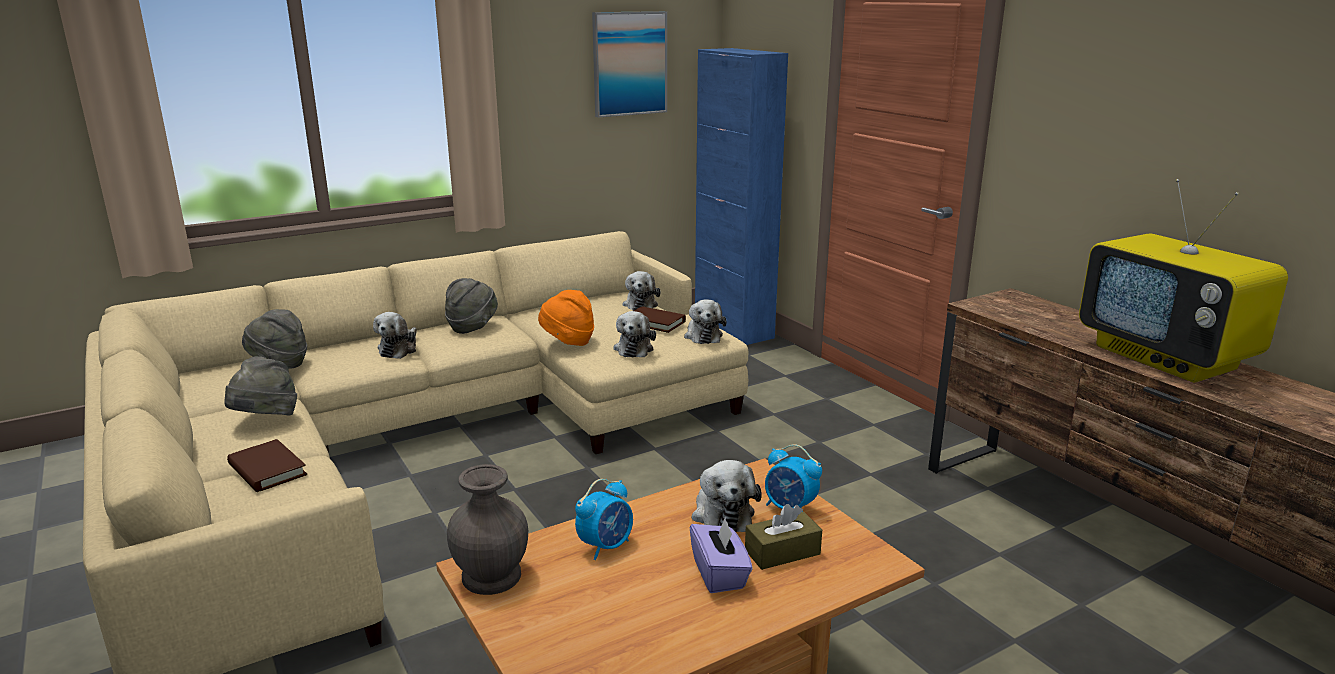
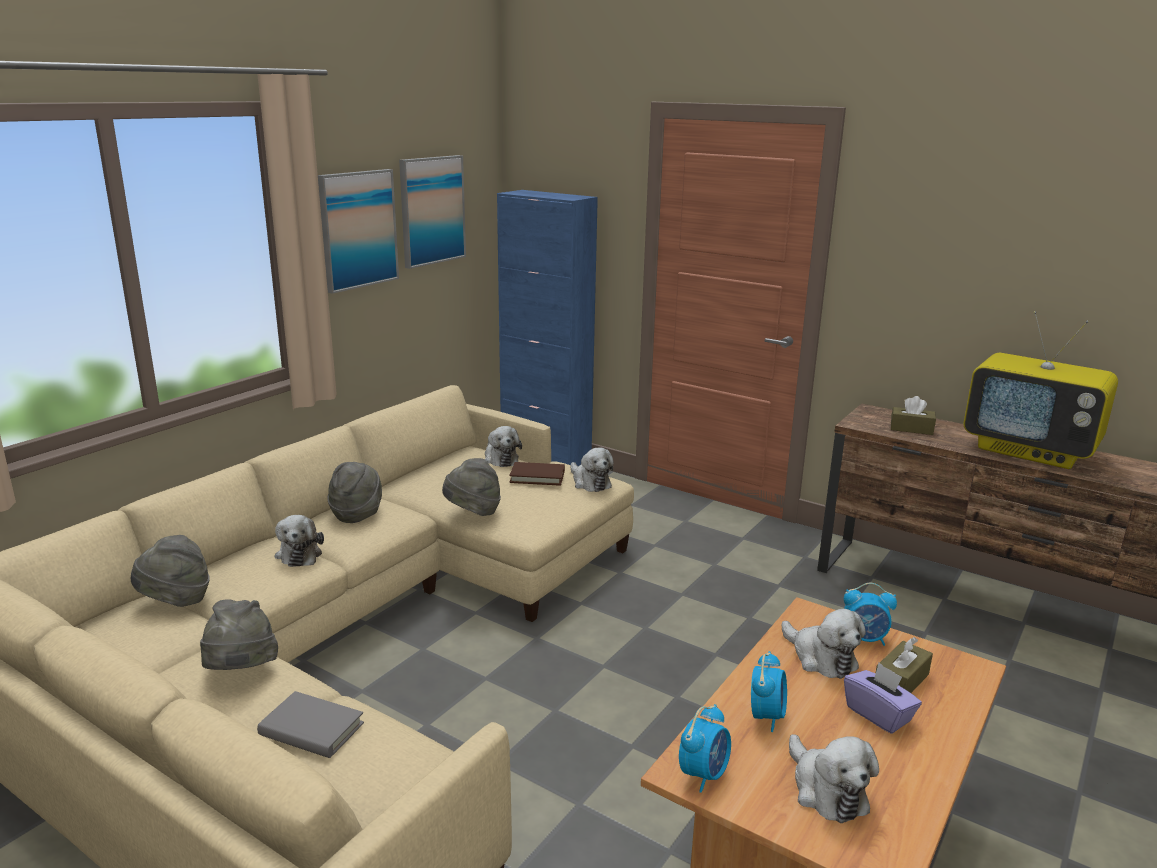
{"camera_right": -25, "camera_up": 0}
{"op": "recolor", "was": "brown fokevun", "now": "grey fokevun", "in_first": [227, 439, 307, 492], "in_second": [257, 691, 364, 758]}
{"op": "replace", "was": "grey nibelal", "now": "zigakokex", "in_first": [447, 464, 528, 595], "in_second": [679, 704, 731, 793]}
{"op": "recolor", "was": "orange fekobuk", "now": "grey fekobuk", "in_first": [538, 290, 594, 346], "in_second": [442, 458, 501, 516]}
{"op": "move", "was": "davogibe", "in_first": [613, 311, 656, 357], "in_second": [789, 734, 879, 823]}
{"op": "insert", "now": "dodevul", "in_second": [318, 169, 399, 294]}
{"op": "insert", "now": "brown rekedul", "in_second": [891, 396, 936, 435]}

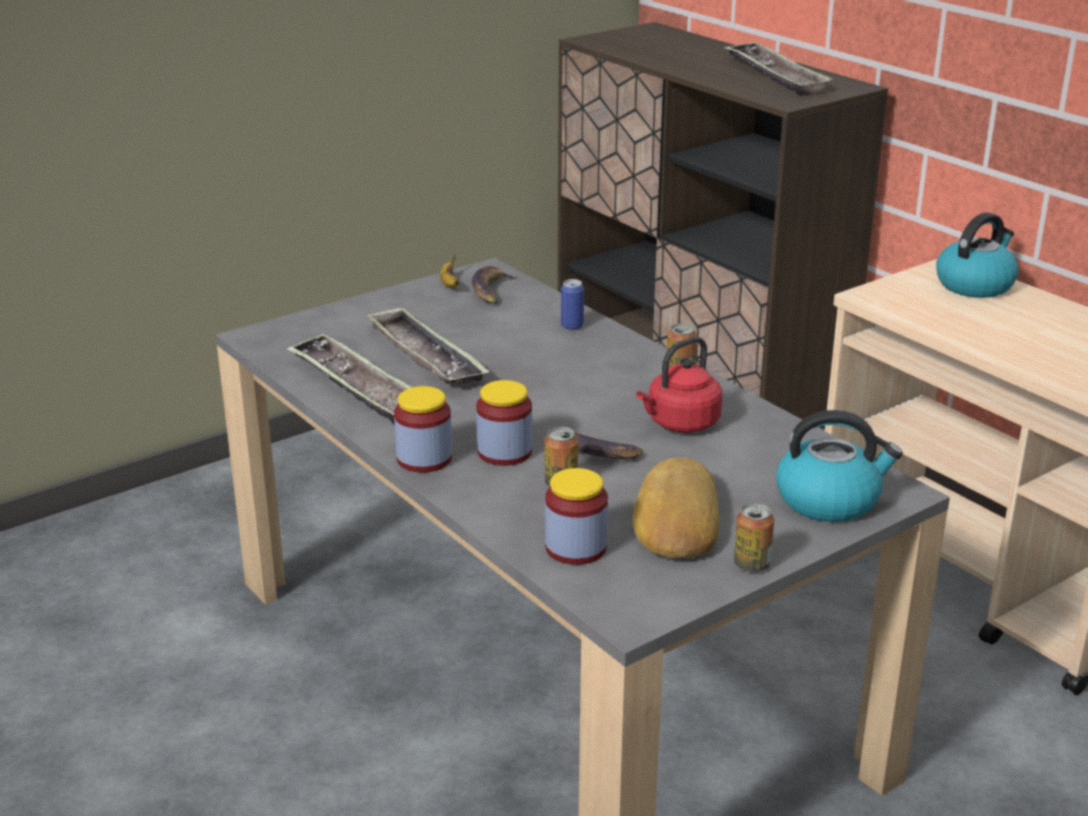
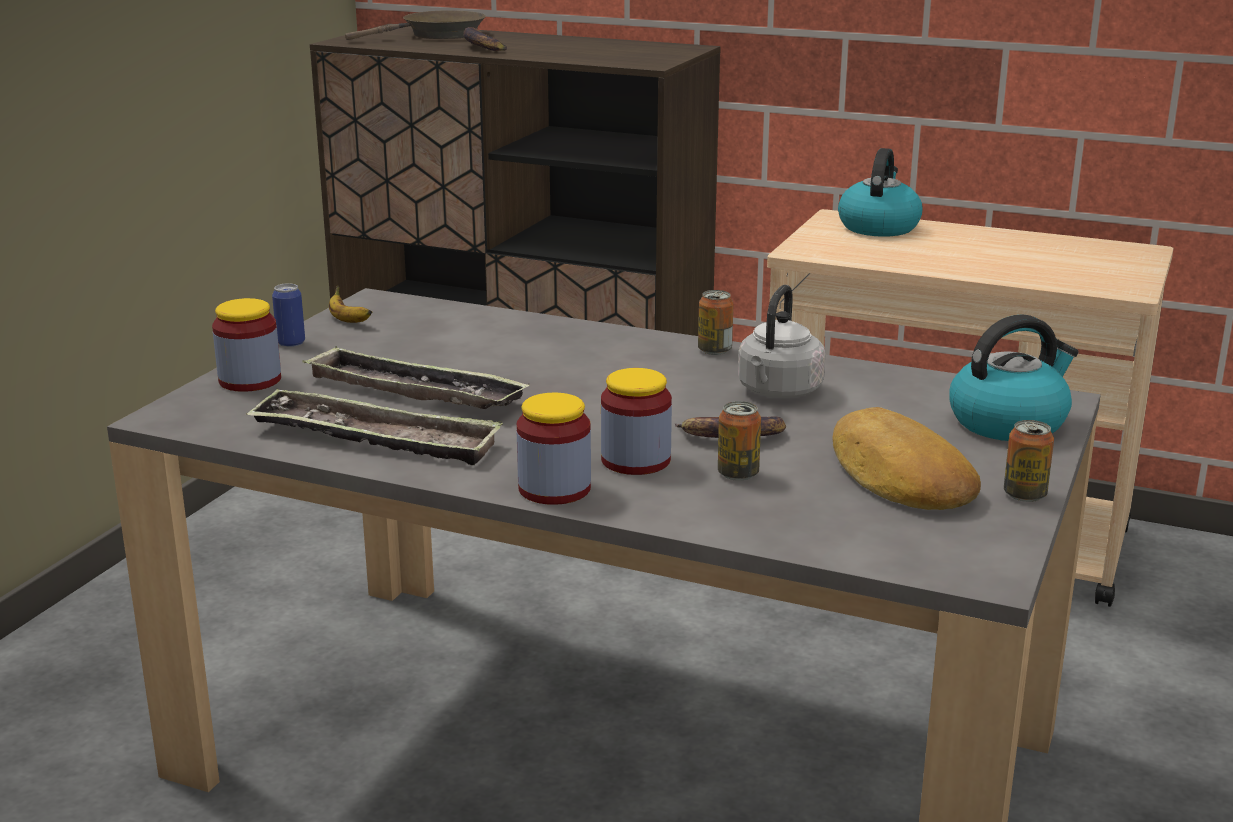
{"camera_right": -30, "camera_up": -5}
{"op": "move", "was": "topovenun", "in_first": [472, 266, 518, 304], "in_second": [463, 27, 507, 51]}
{"op": "move", "was": "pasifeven", "in_first": [545, 468, 608, 565], "in_second": [212, 298, 281, 392]}
{"op": "move", "was": "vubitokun", "in_first": [561, 279, 584, 330], "in_second": [272, 283, 305, 347]}
{"op": "recolor", "was": "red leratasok", "now": "grey leratasok", "in_first": [636, 337, 722, 433], "in_second": [738, 285, 826, 399]}
{"op": "delete", "was": "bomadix", "in_first": [724, 42, 833, 96]}
{"op": "insert", "now": "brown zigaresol", "in_second": [345, 10, 486, 40]}

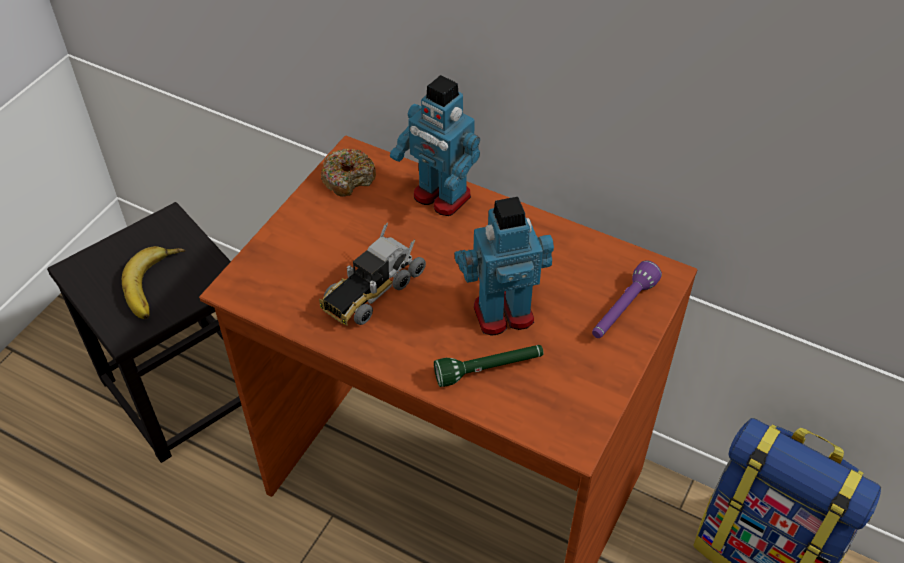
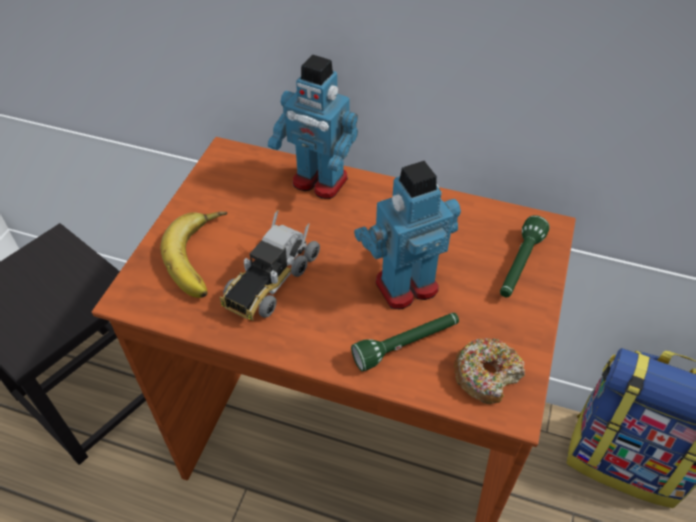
{"camera_right": -10, "camera_up": 0}
{"op": "move", "was": "topovenun", "in_first": [122, 246, 185, 319], "in_second": [160, 211, 227, 298]}
{"op": "move", "was": "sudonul", "in_first": [321, 148, 376, 197], "in_second": [454, 338, 525, 404]}
{"op": "recolor", "was": "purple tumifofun", "now": "green tumifofun", "in_first": [592, 260, 662, 338], "in_second": [500, 215, 550, 298]}

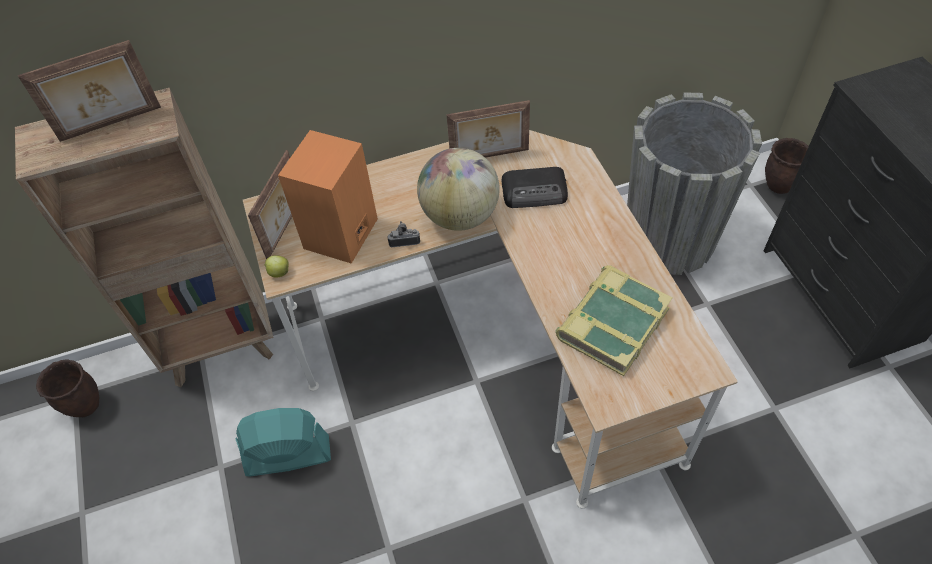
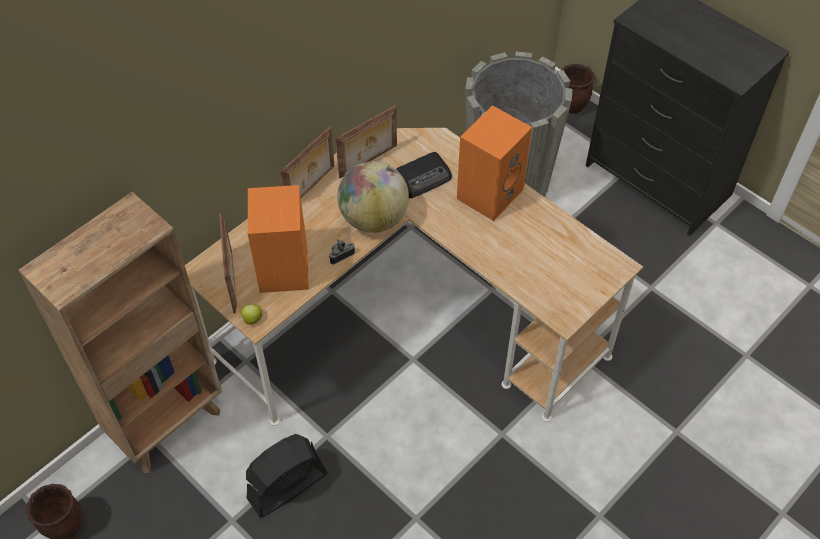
{"camera_right": -30, "camera_up": 0}
{"op": "move", "was": "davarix", "in_first": [18, 40, 161, 142], "in_second": [280, 126, 334, 198]}
{"op": "recolor", "was": "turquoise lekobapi", "now": "black lekobapi", "in_first": [235, 408, 331, 476], "in_second": [246, 434, 328, 518]}
{"op": "delete", "was": "fokevun", "in_first": [556, 265, 672, 377]}
{"op": "insert", "now": "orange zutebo", "in_second": [457, 105, 532, 221]}

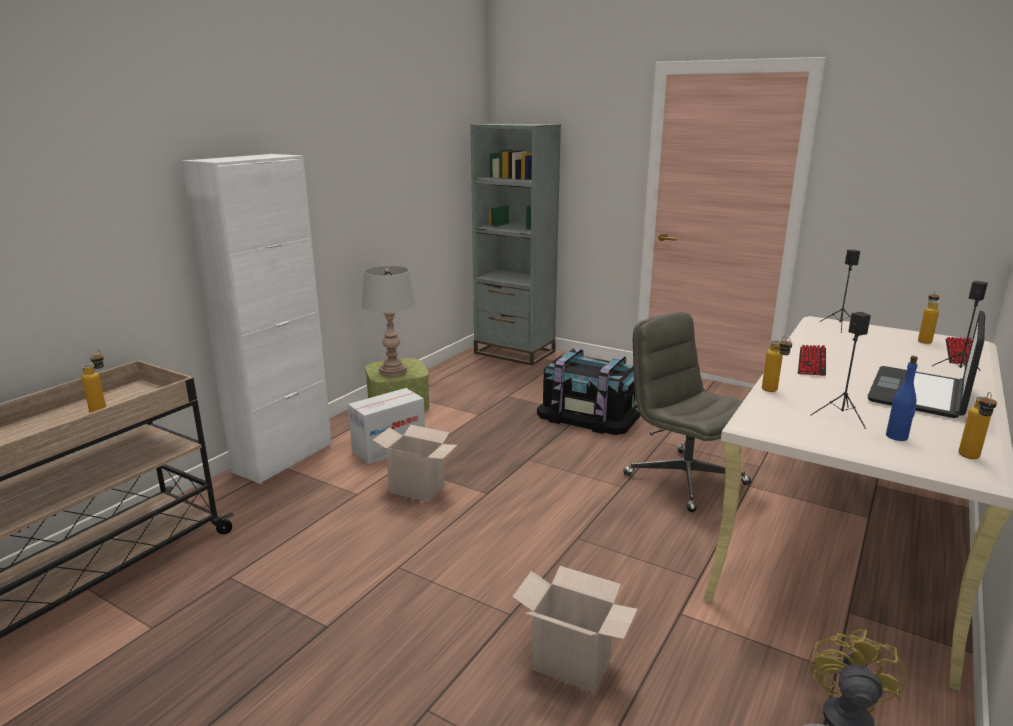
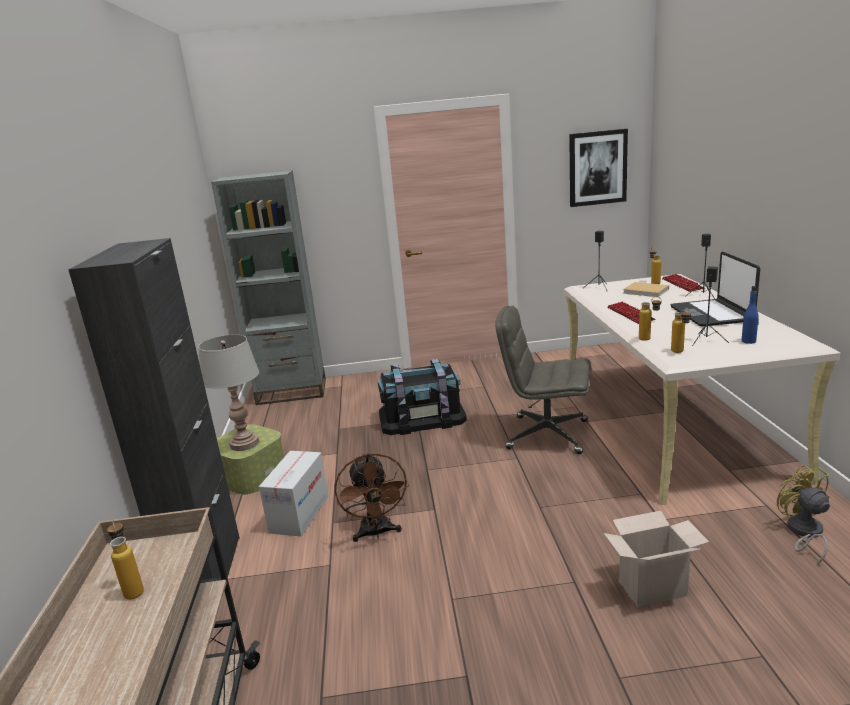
{"camera_right": -35, "camera_up": 0}
{"op": "recolor", "was": "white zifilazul", "now": "black zifilazul", "in_first": [182, 154, 332, 484], "in_second": [68, 238, 239, 580]}
{"op": "replace", "was": "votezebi", "now": "brown lekobapi", "in_first": [373, 425, 457, 502], "in_second": [334, 453, 409, 542]}
{"op": "move", "was": "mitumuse", "in_first": [958, 392, 997, 459], "in_second": [671, 308, 691, 353]}
{"op": "insert", "now": "dodevul", "in_second": [569, 129, 628, 207]}
{"op": "insert", "now": "beige fokevun", "in_second": [623, 282, 669, 297]}

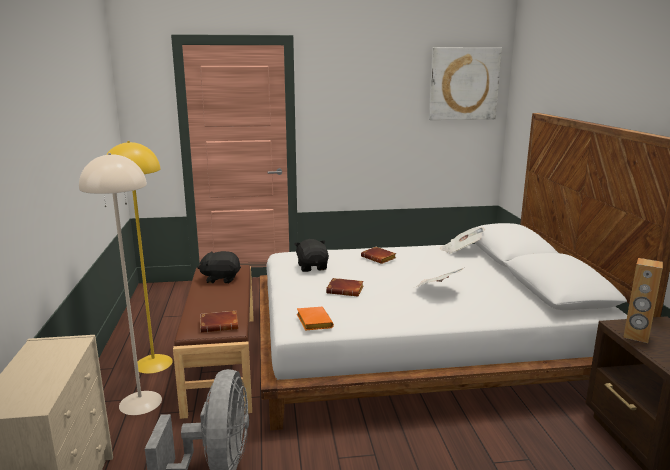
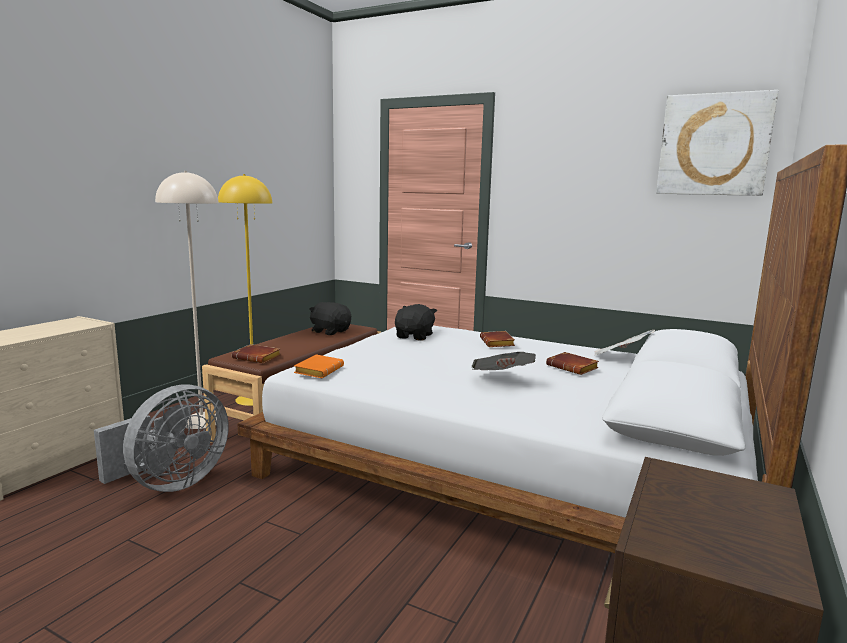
{"camera_right": 35, "camera_up": -5}
{"op": "move", "was": "brown fokevun", "in_first": [326, 278, 364, 297], "in_second": [546, 352, 599, 375]}
{"op": "delete", "was": "brown zutebo", "in_first": [623, 258, 663, 343]}

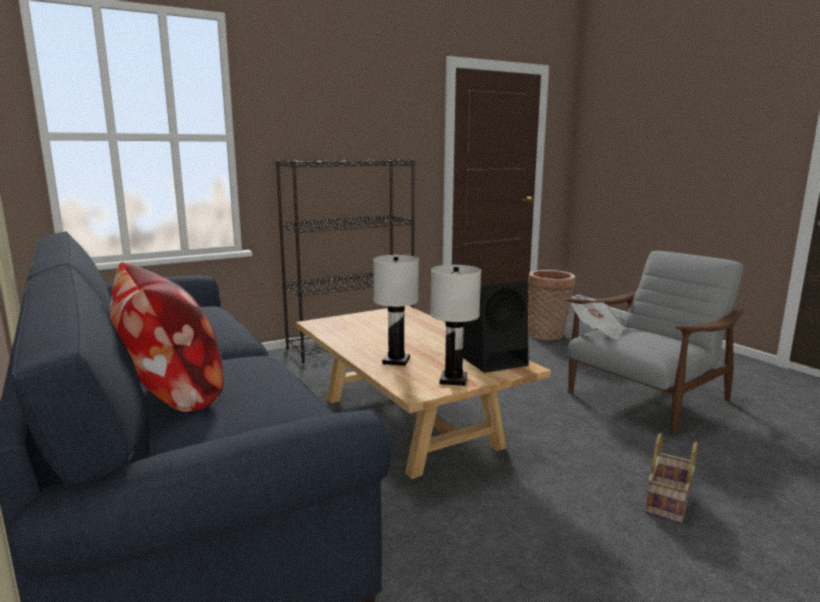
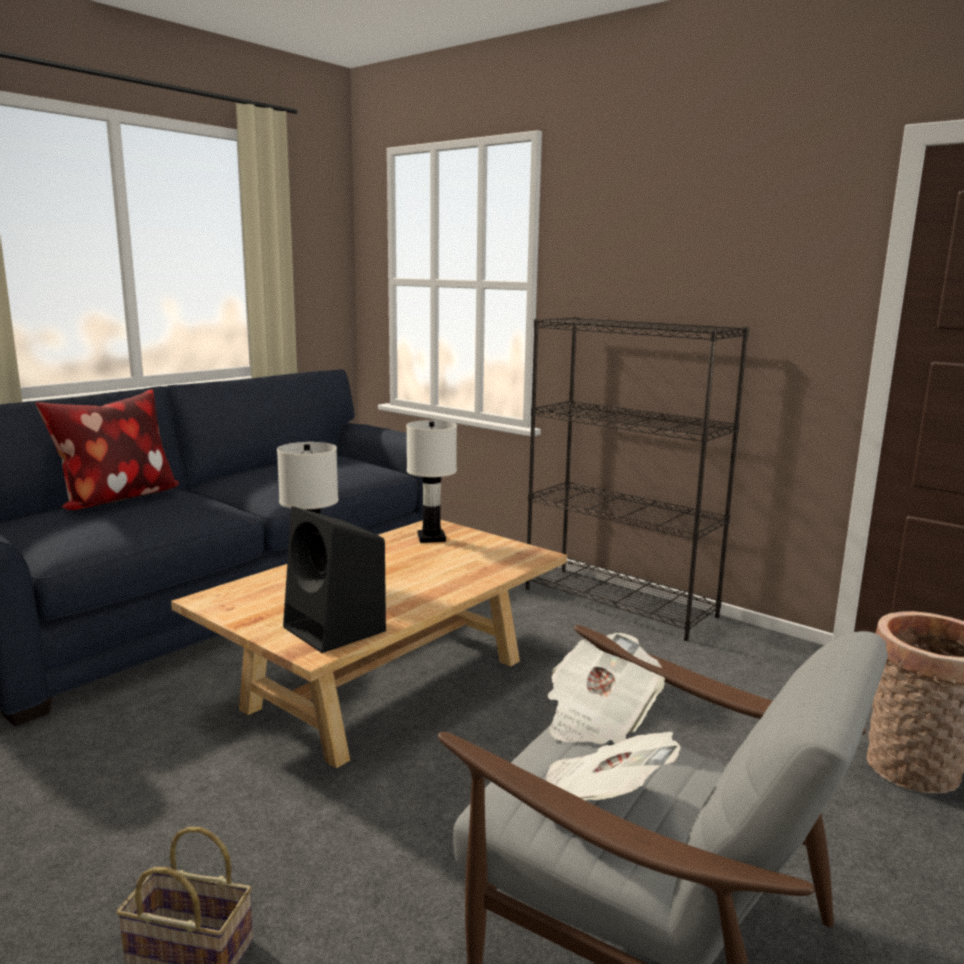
{"camera_right": 70, "camera_up": 0}
{"op": "move", "was": "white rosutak", "in_first": [430, 265, 481, 386], "in_second": [406, 420, 457, 543]}
{"op": "insert", "now": "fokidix", "in_second": [546, 732, 680, 800]}

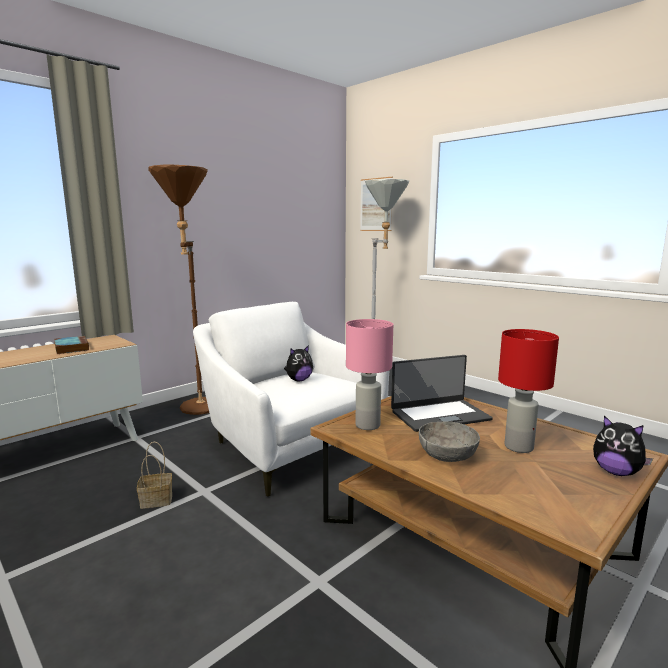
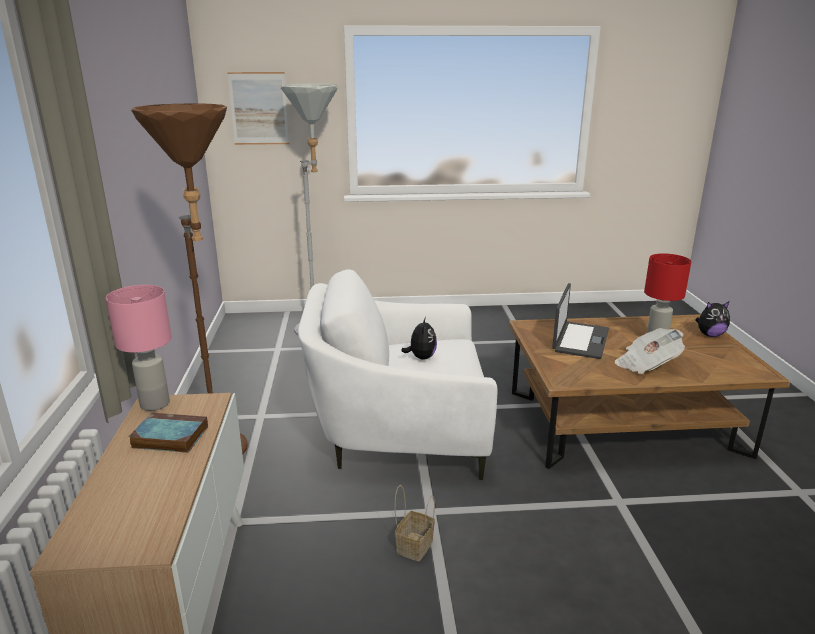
{"camera_right": -50, "camera_up": 10}
{"op": "move", "was": "pink rosutak", "in_first": [346, 319, 393, 430], "in_second": [106, 285, 172, 411]}
{"op": "replace", "was": "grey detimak", "now": "fokidix", "in_first": [419, 421, 480, 462], "in_second": [615, 328, 685, 374]}

